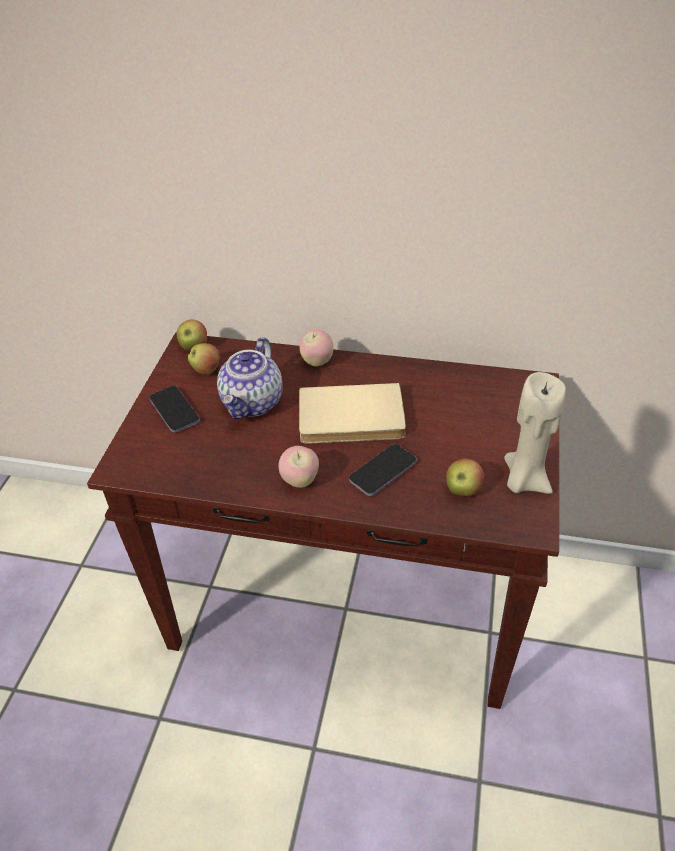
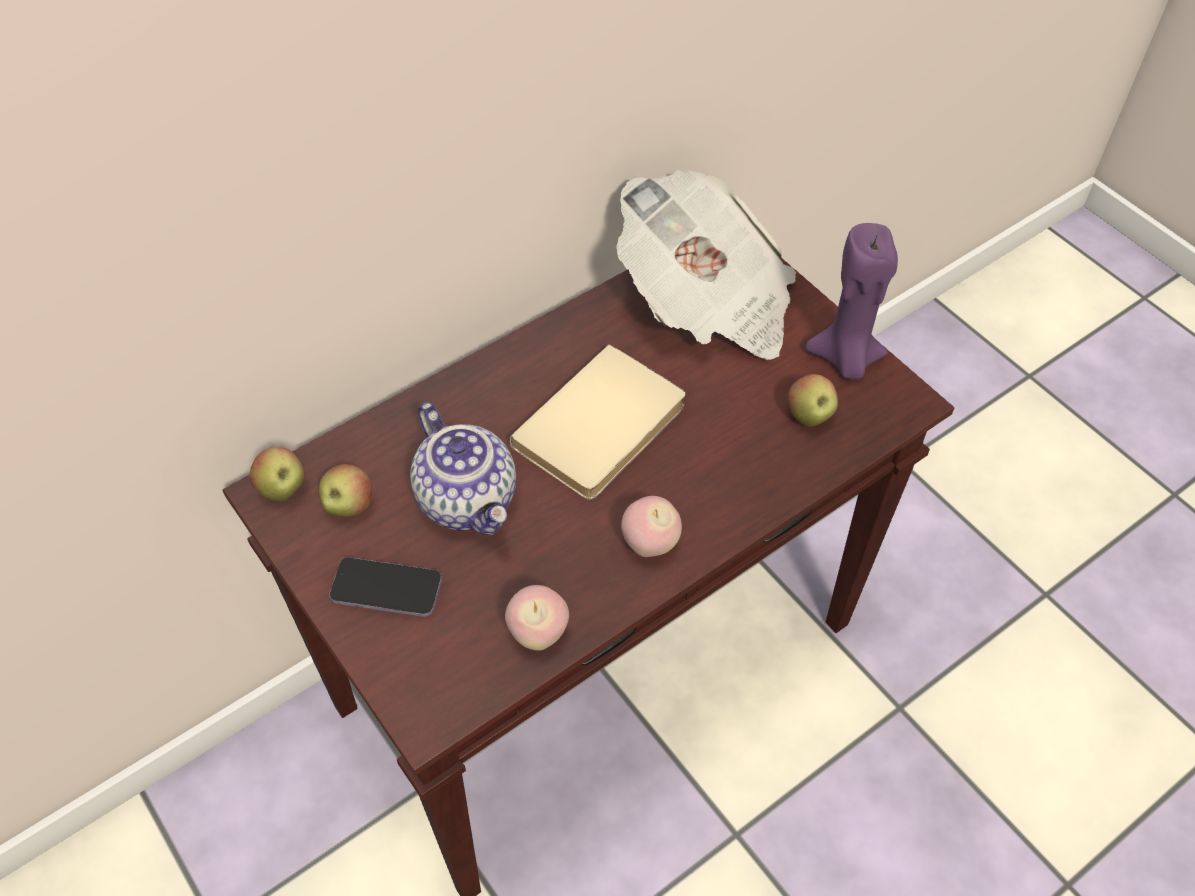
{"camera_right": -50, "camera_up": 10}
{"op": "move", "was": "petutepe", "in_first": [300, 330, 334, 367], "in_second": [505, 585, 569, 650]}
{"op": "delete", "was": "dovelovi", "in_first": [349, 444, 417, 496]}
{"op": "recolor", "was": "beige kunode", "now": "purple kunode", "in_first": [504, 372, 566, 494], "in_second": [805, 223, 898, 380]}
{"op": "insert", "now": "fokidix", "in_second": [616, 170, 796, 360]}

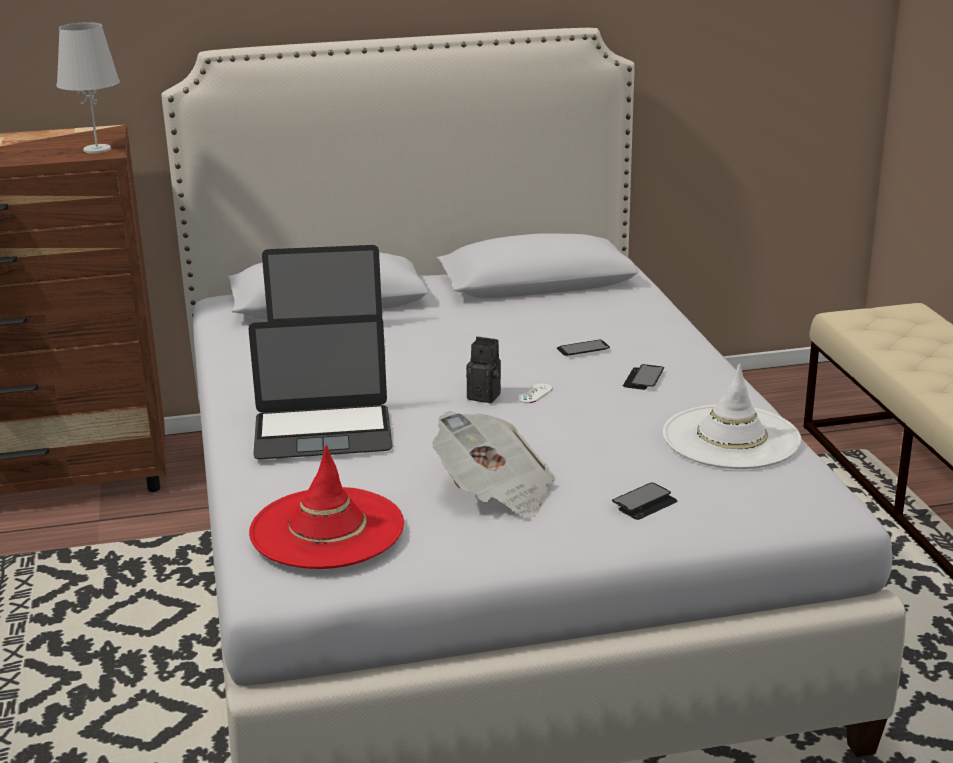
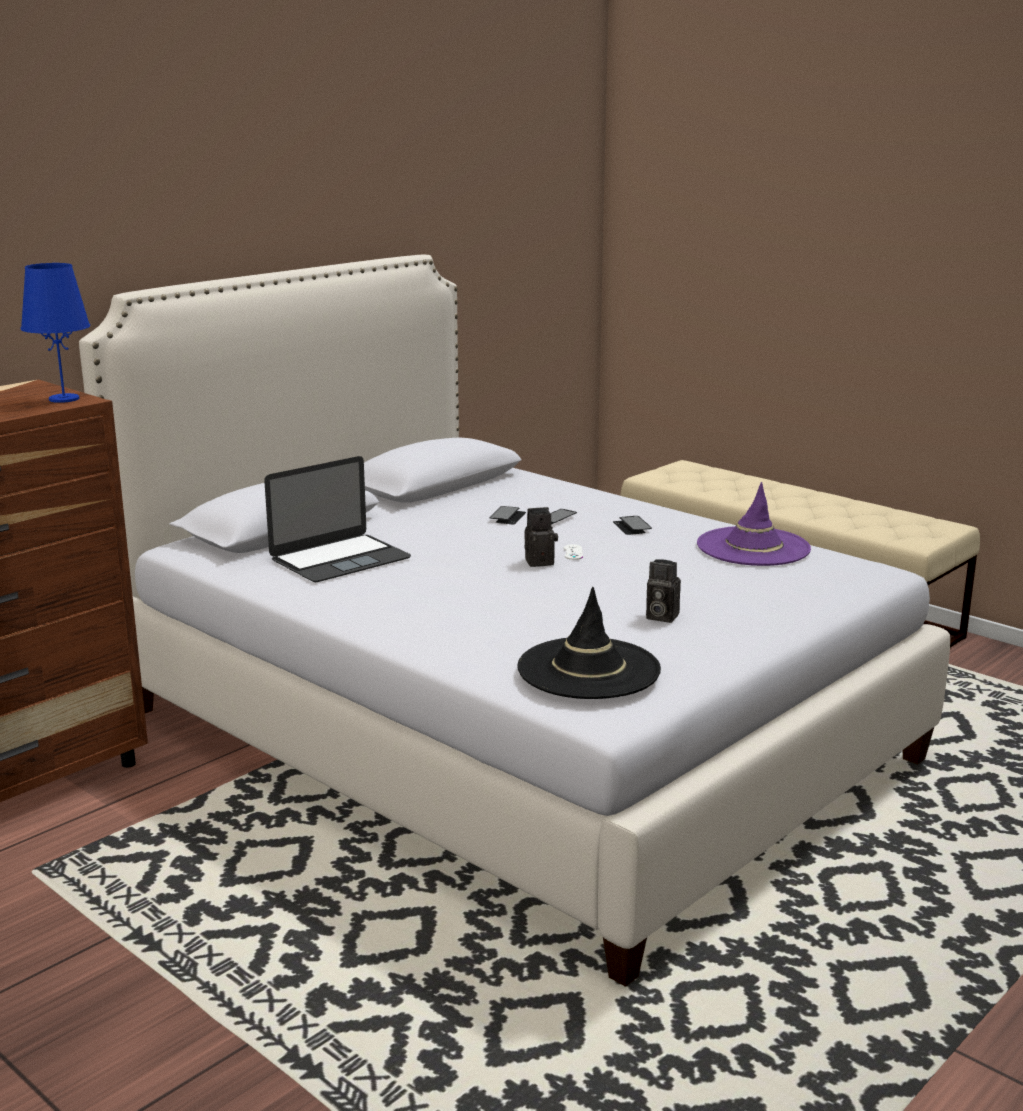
{"camera_right": -35, "camera_up": -5}
{"op": "recolor", "was": "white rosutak", "now": "blue rosutak", "in_first": [56, 22, 120, 154], "in_second": [21, 263, 90, 403]}
{"op": "delete", "was": "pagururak", "in_first": [248, 316, 392, 459]}
{"op": "recolor", "was": "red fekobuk", "now": "black fekobuk", "in_first": [249, 445, 404, 569], "in_second": [517, 587, 661, 699]}
{"op": "replace", "was": "fokidix", "now": "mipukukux", "in_first": [432, 412, 554, 517], "in_second": [646, 559, 681, 623]}
{"op": "move", "was": "dovelovi", "in_first": [612, 483, 678, 520], "in_second": [489, 506, 526, 524]}
{"op": "recolor", "was": "white fekobuk", "now": "purple fekobuk", "in_first": [663, 364, 801, 469], "in_second": [697, 482, 811, 566]}

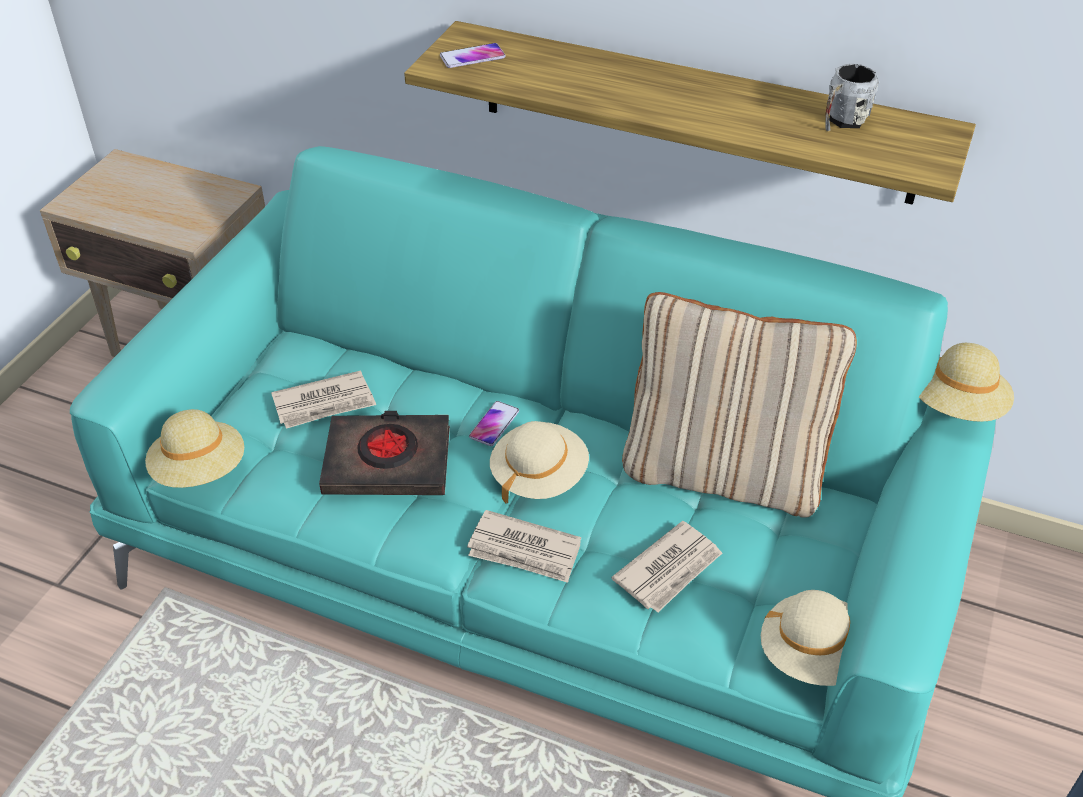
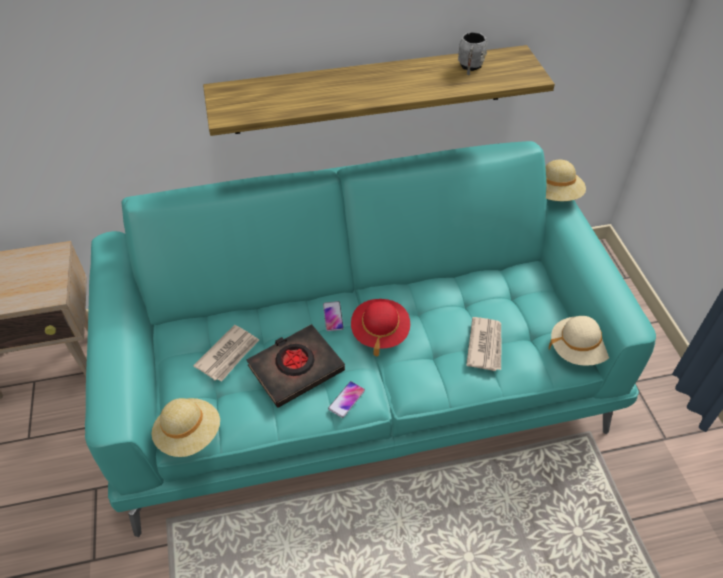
{"camera_right": -35, "camera_up": 5}
{"op": "move", "was": "dovelovi", "in_first": [440, 43, 506, 68], "in_second": [328, 381, 365, 418]}
{"op": "delete", "was": "fokidix", "in_first": [467, 510, 581, 583]}
{"op": "recolor", "was": "beige fekobuk", "now": "red fekobuk", "in_first": [490, 421, 589, 503], "in_second": [351, 299, 410, 357]}
{"op": "delete", "was": "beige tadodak", "in_first": [622, 292, 857, 518]}

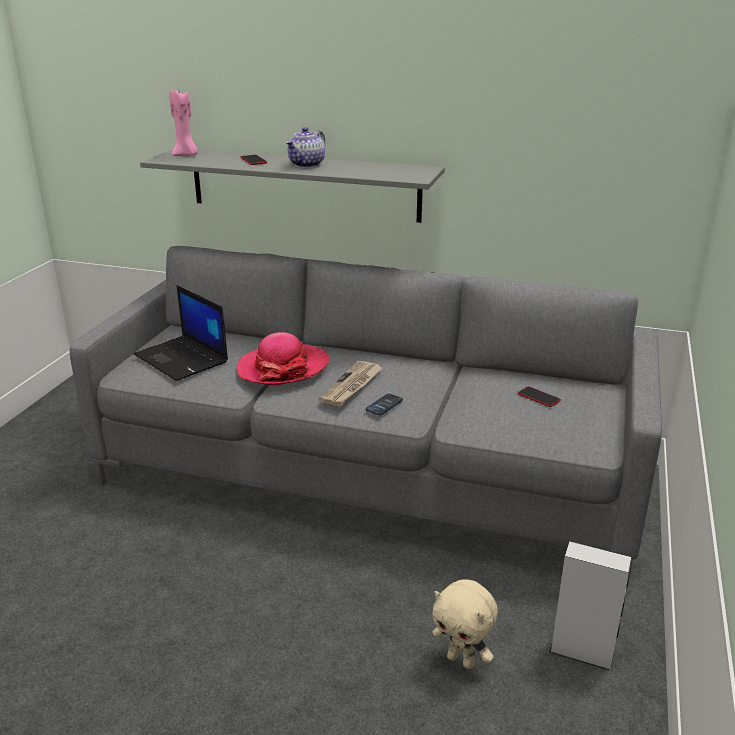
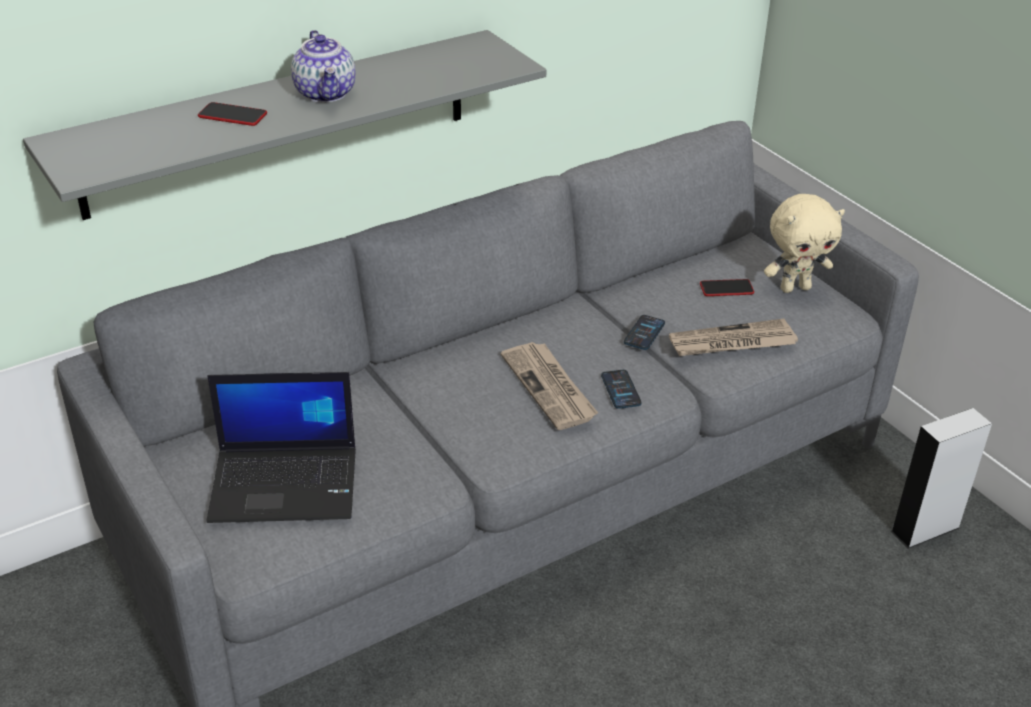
{"camera_right": -50, "camera_up": 10}
{"op": "delete", "was": "pink kunode", "in_first": [169, 90, 198, 156]}
{"op": "delete", "was": "fekobuk", "in_first": [237, 332, 330, 385]}
{"op": "move", "was": "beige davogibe", "in_first": [432, 579, 498, 669], "in_second": [764, 194, 845, 293]}
{"op": "insert", "now": "dovelovi", "in_second": [624, 315, 665, 350]}
{"op": "insert", "now": "fokidix", "in_second": [669, 319, 798, 356]}

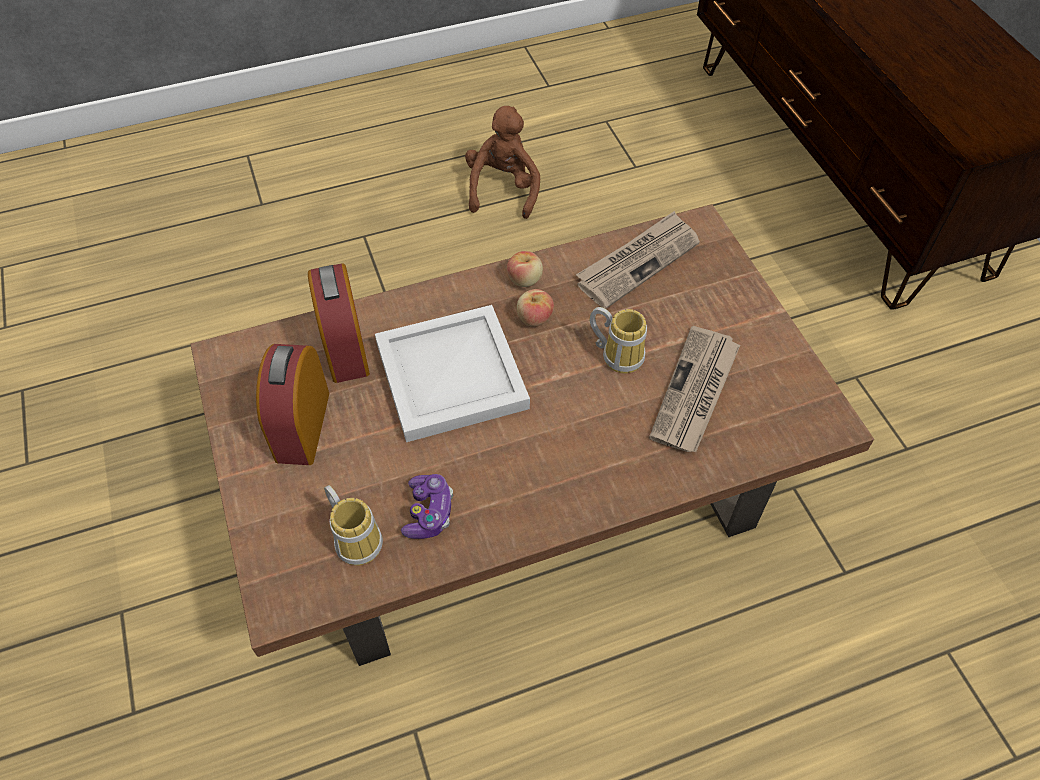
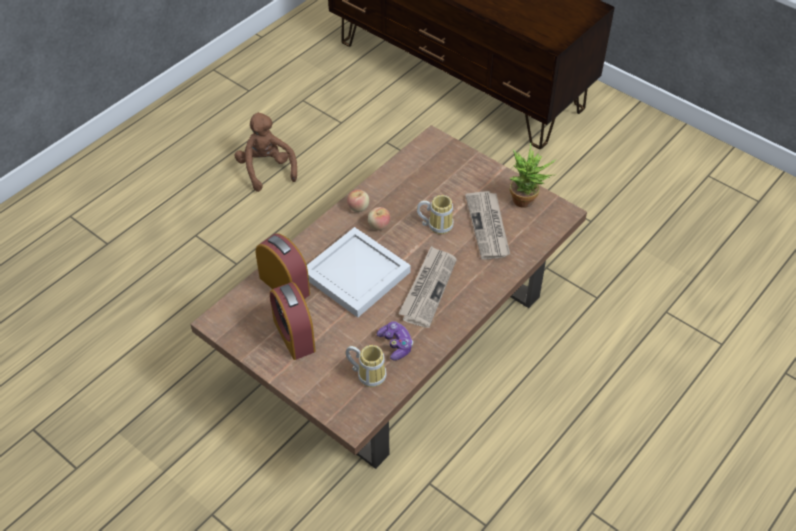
{"camera_right": -30, "camera_up": -5}
{"op": "move", "was": "fokidix", "in_first": [576, 211, 700, 309], "in_second": [398, 246, 457, 328]}
{"op": "insert", "now": "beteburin", "in_second": [510, 143, 555, 208]}

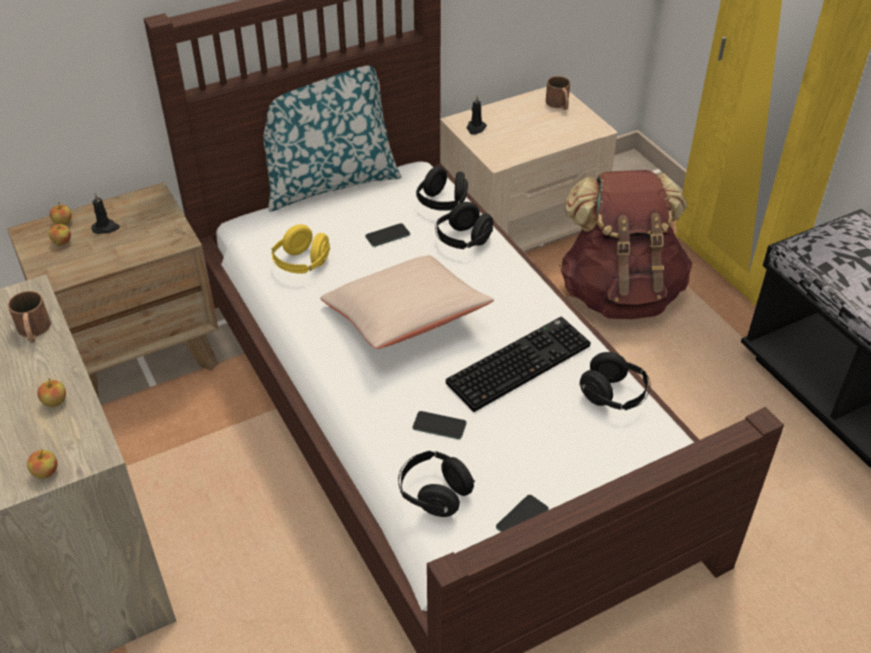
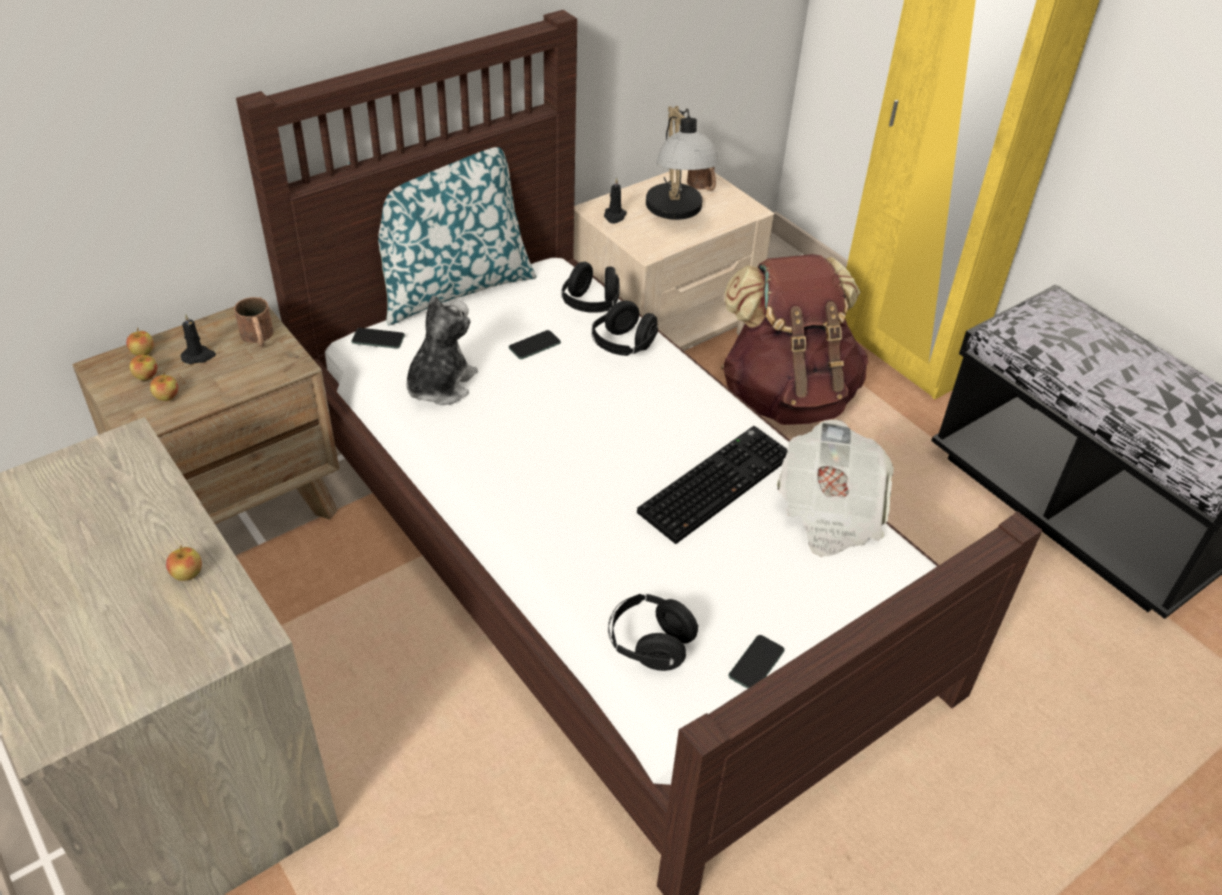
{"camera_right": -10, "camera_up": 0}
{"op": "move", "was": "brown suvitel", "in_first": [8, 291, 51, 343], "in_second": [234, 297, 273, 347]}
{"op": "move", "was": "petutepe", "in_first": [27, 450, 58, 479], "in_second": [150, 373, 178, 401]}
{"op": "replace", "was": "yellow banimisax", "now": "davogibe", "in_first": [271, 224, 330, 273], "in_second": [406, 295, 478, 405]}
{"op": "delete", "was": "beige tadodak", "in_first": [320, 255, 494, 349]}
{"op": "move", "was": "dovelovi", "in_first": [413, 411, 467, 439], "in_second": [351, 328, 405, 349]}
{"op": "replace", "was": "black banimisax", "now": "fokidix", "in_first": [579, 352, 651, 410], "in_second": [777, 419, 894, 557]}
{"op": "insert", "now": "rosutak", "in_second": [646, 106, 719, 220]}

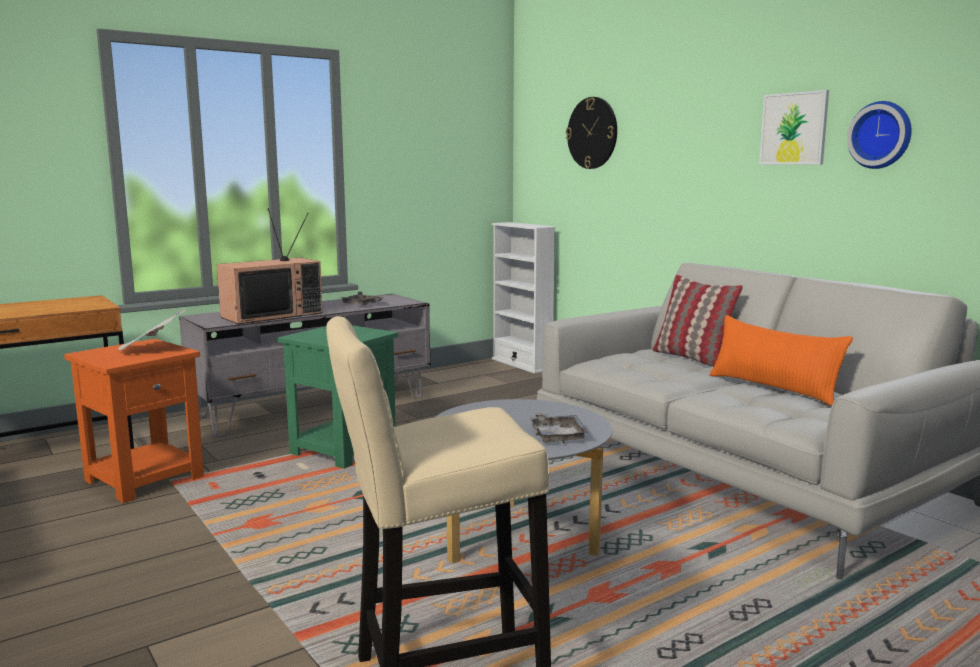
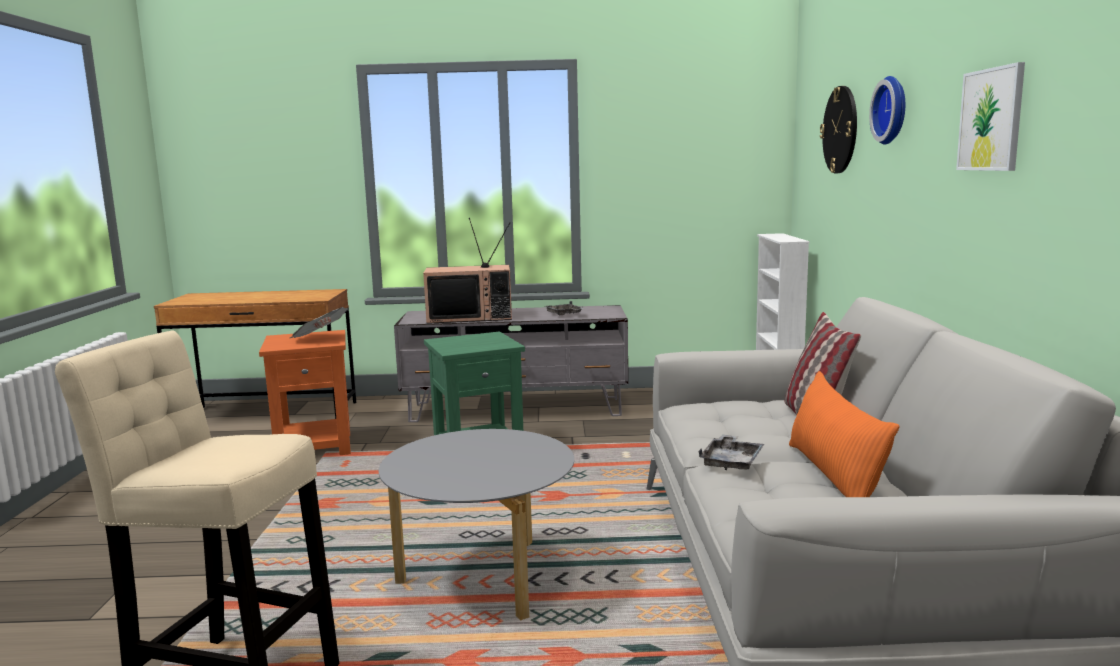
{"camera_right": 35, "camera_up": 0}
{"op": "move", "was": "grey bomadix", "in_first": [530, 413, 589, 443], "in_second": [698, 434, 764, 470]}
{"op": "move", "was": "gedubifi", "in_first": [847, 101, 912, 169], "in_second": [869, 76, 905, 145]}

